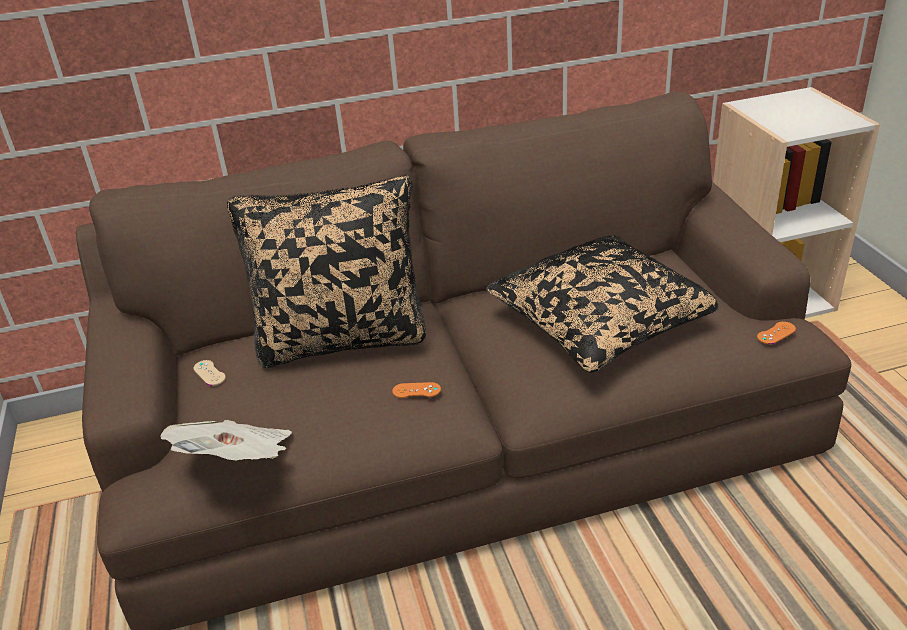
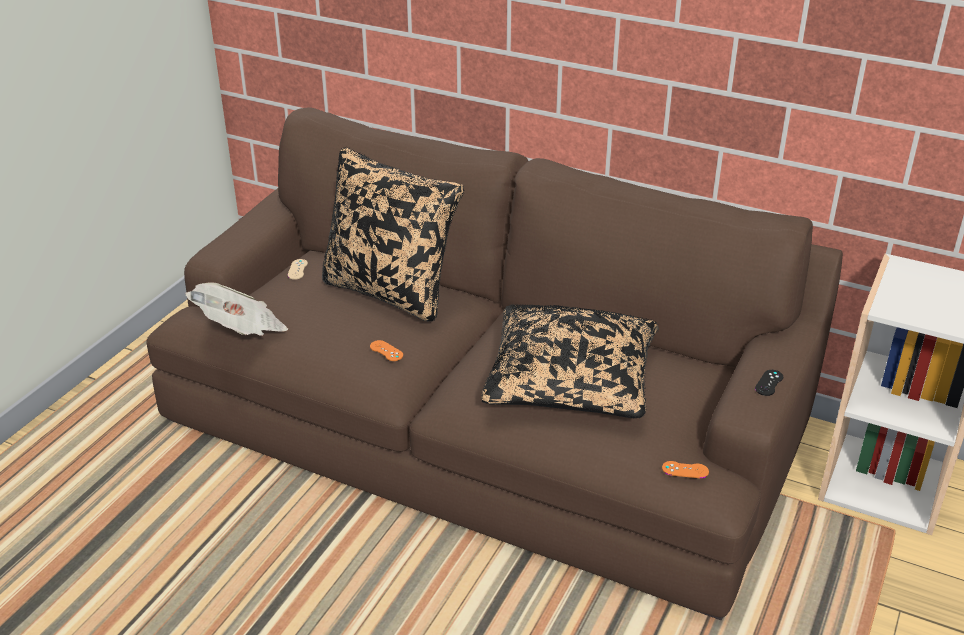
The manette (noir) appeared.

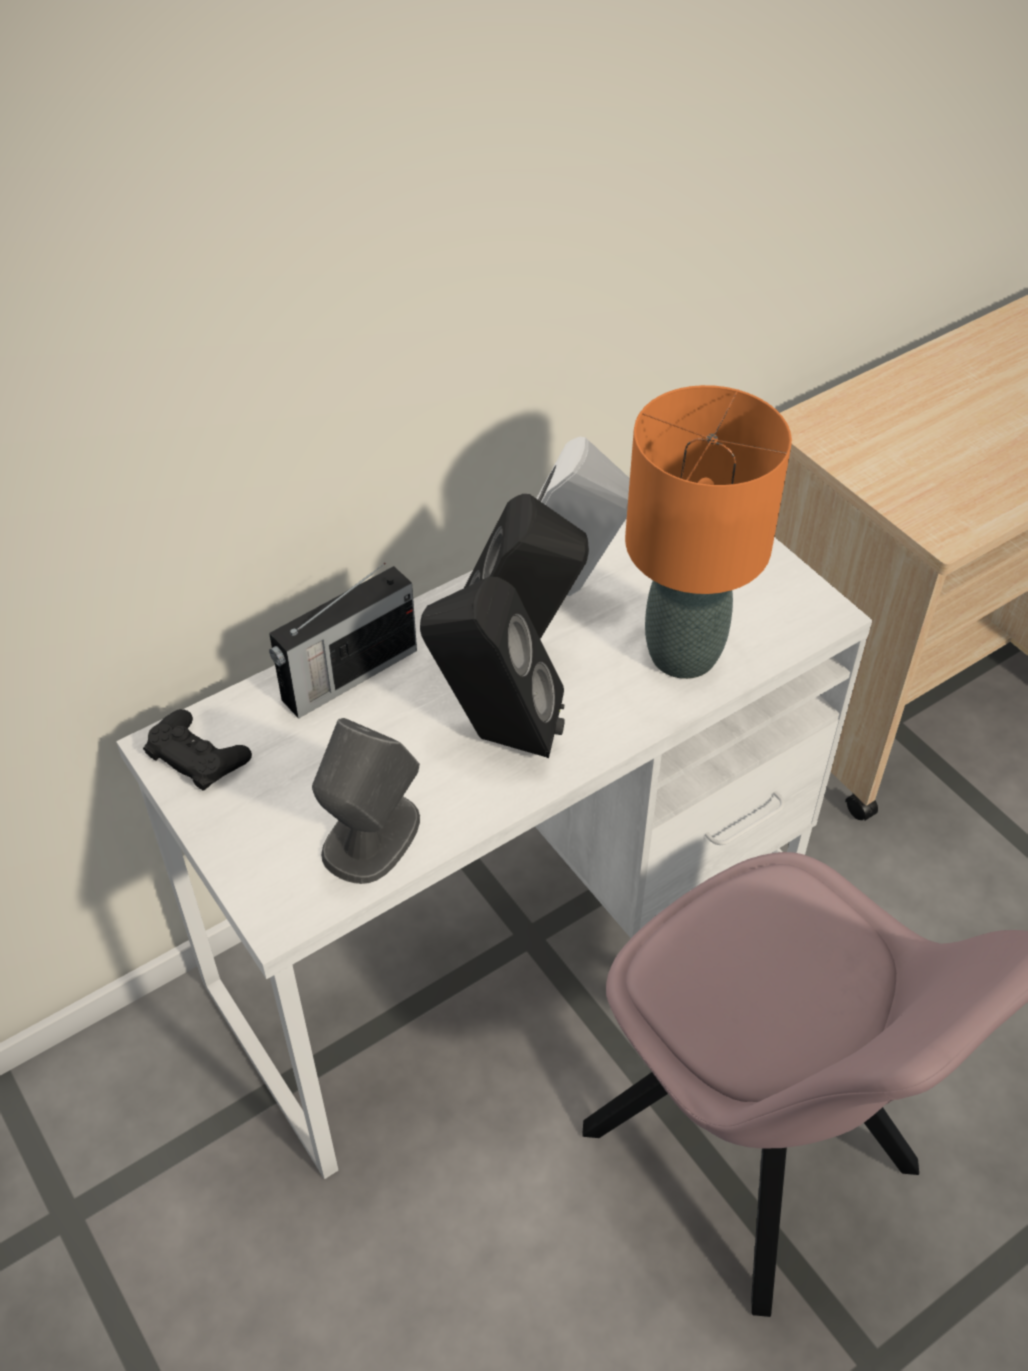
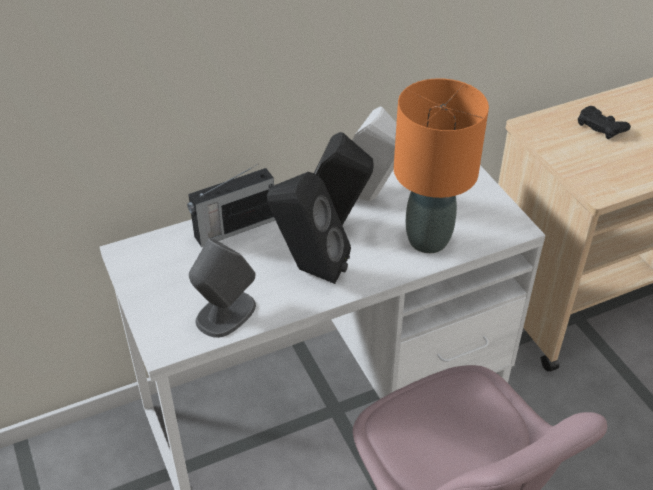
The manette (noir) moved.

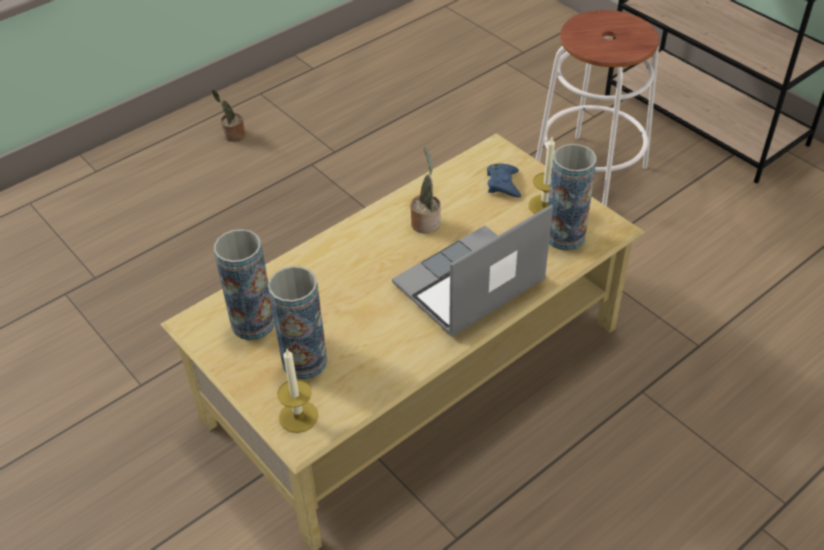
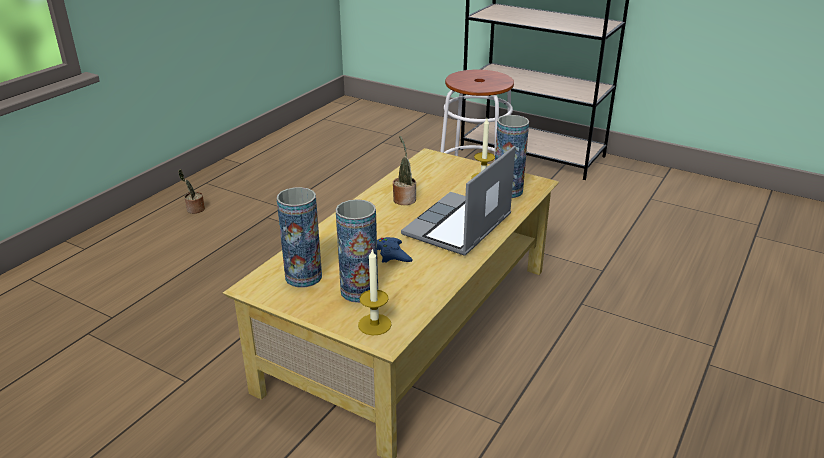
The manette (bleu) moved.

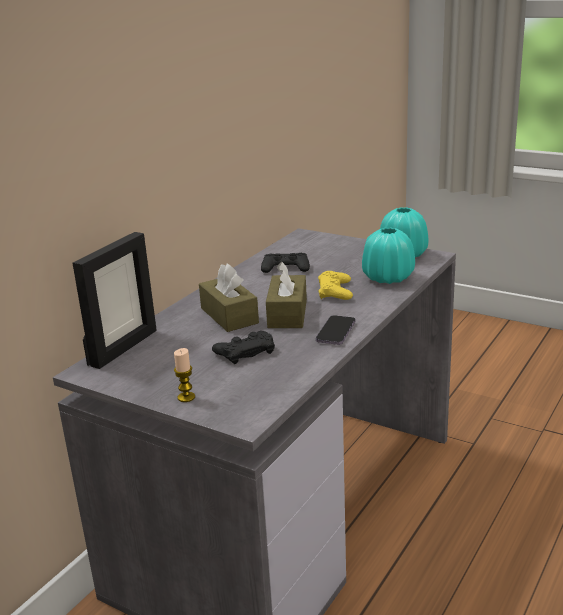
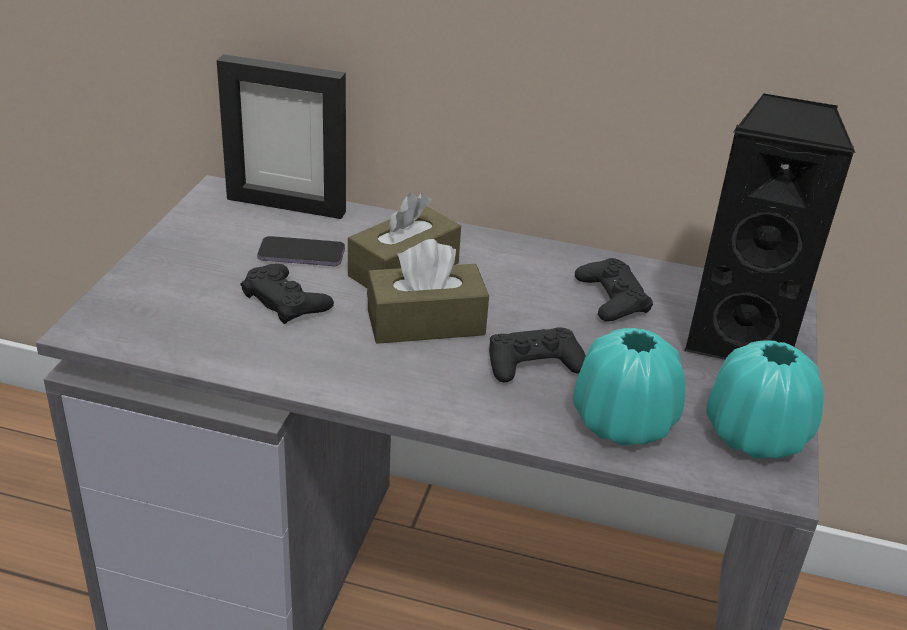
The manette (jaune) became the manette (noir) (2nd from left).
The téléphone moved.
The bougie disappeared.
The enceinte (noir) appeared.

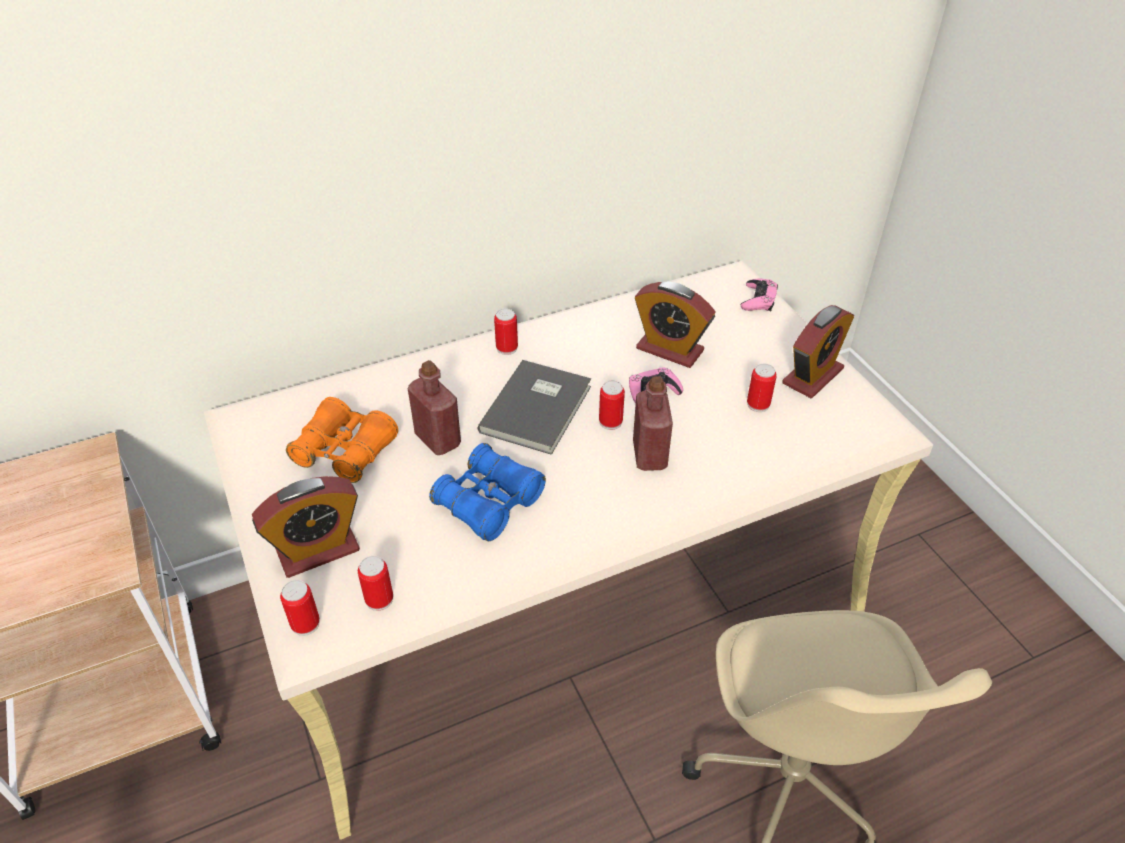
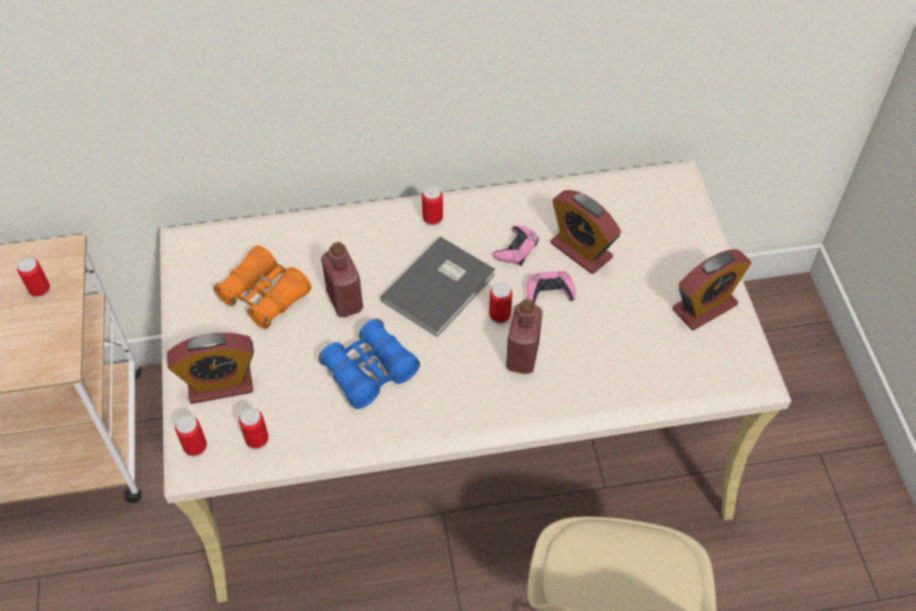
The manette (rose) (2nd from left in the first image) moved.
The boîte métallique (5th from left in the first image) moved.

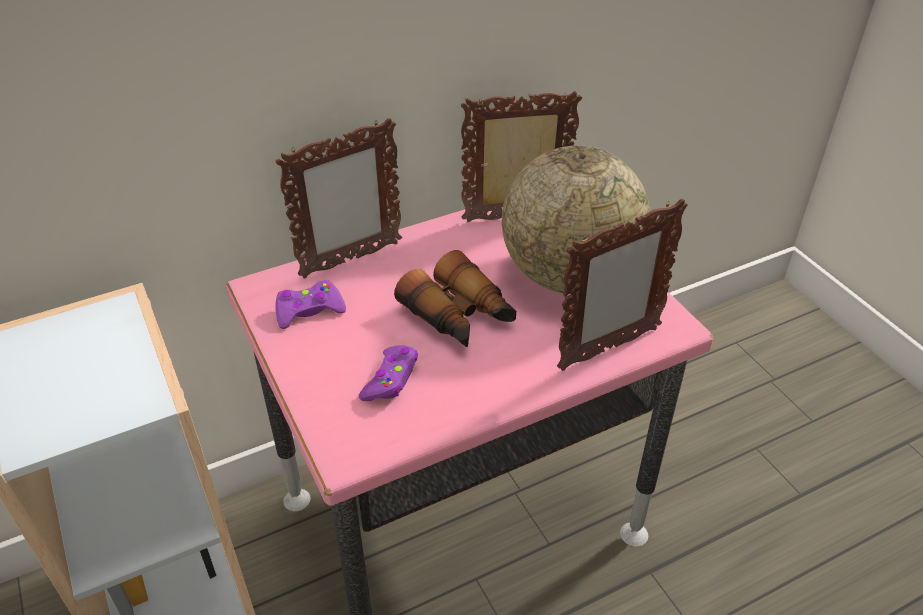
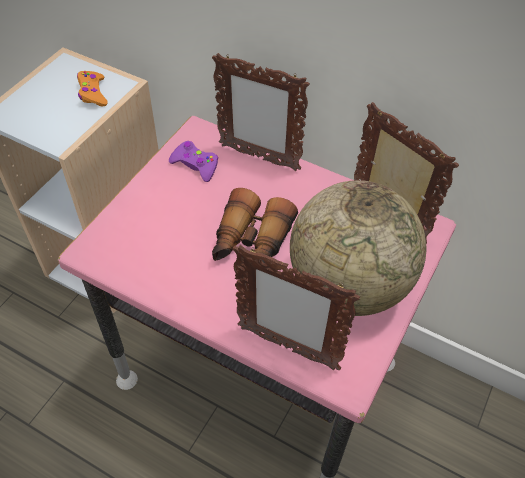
The manette (violet) (2nd from left) disappeared.
The manette (orange) appeared.

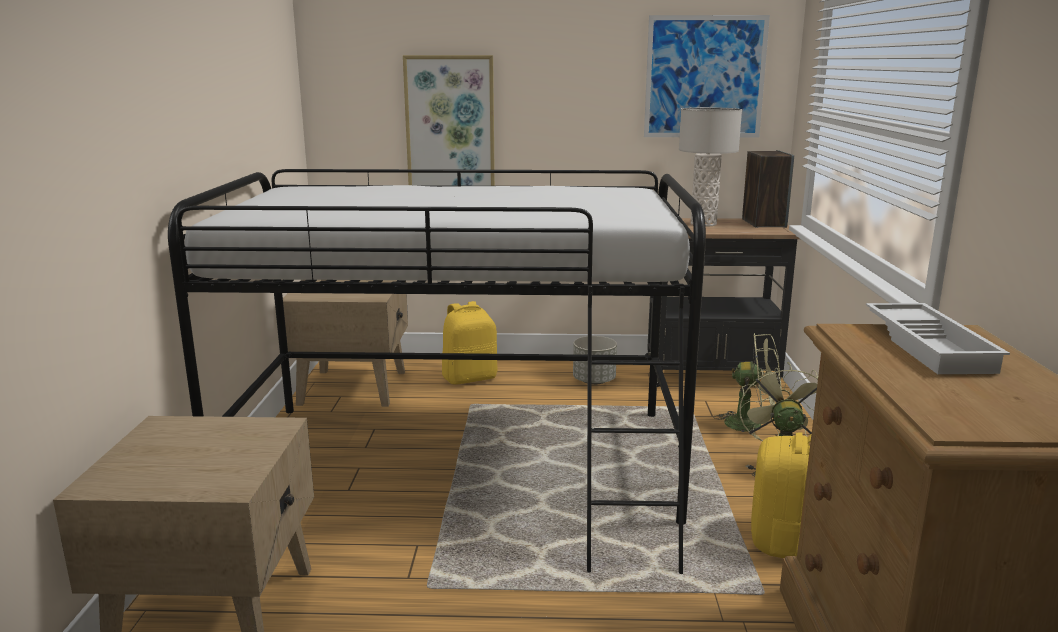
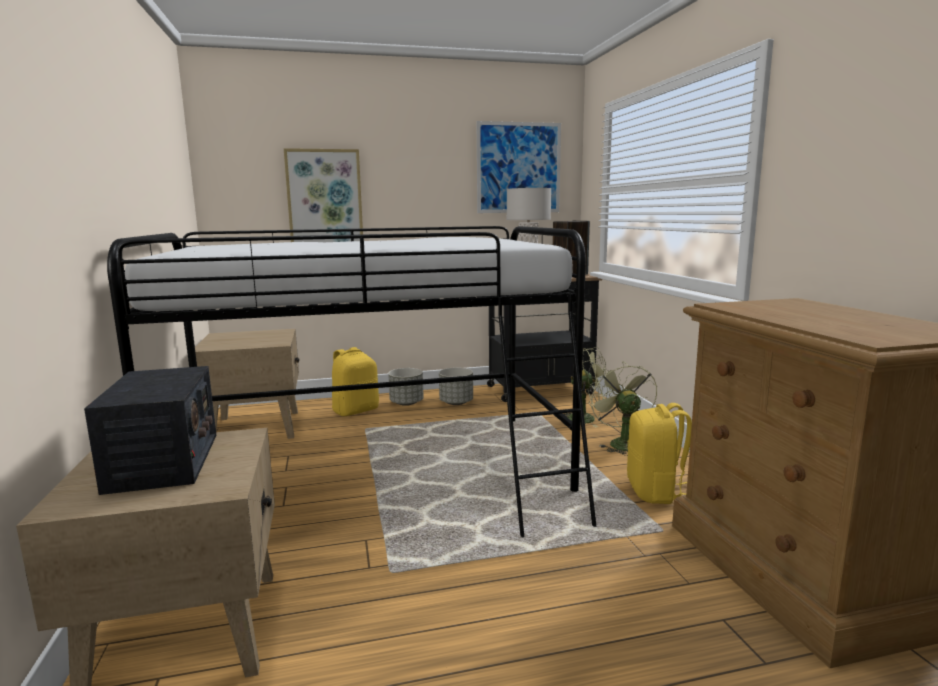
The plateau (blanc) disappeared.
The radio appeared.
The cache-pot (gris) (1st from left) appeared.

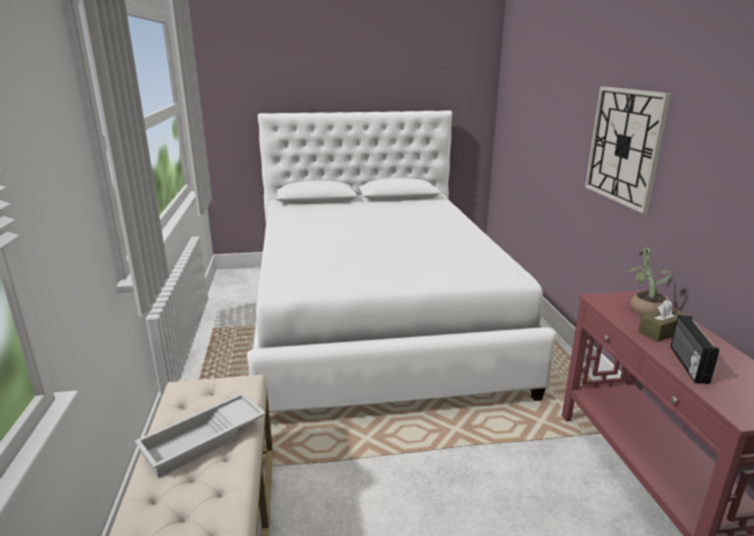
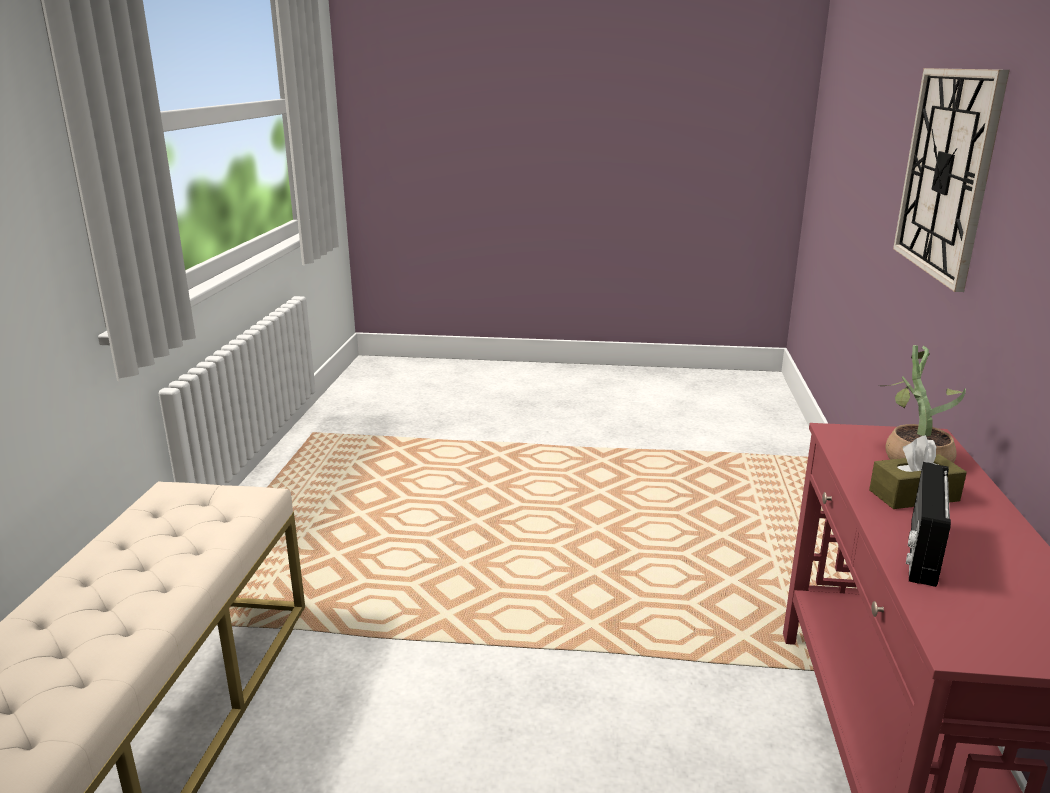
The lit (blanc) disappeared.
The plateau (blanc) disappeared.

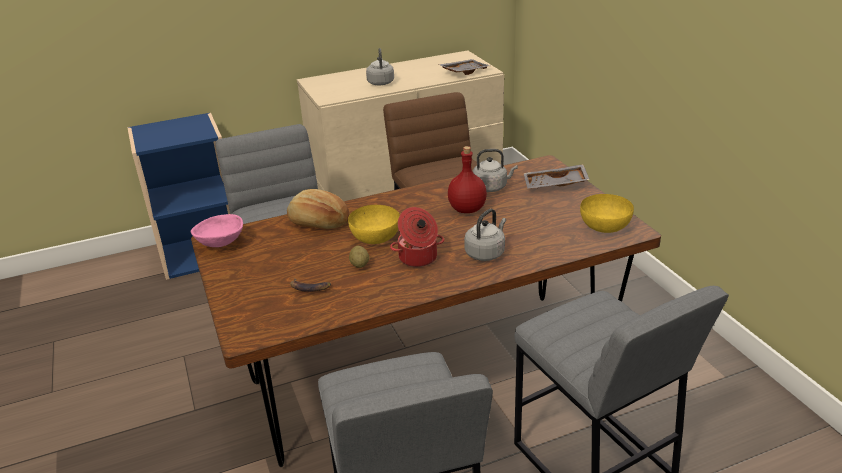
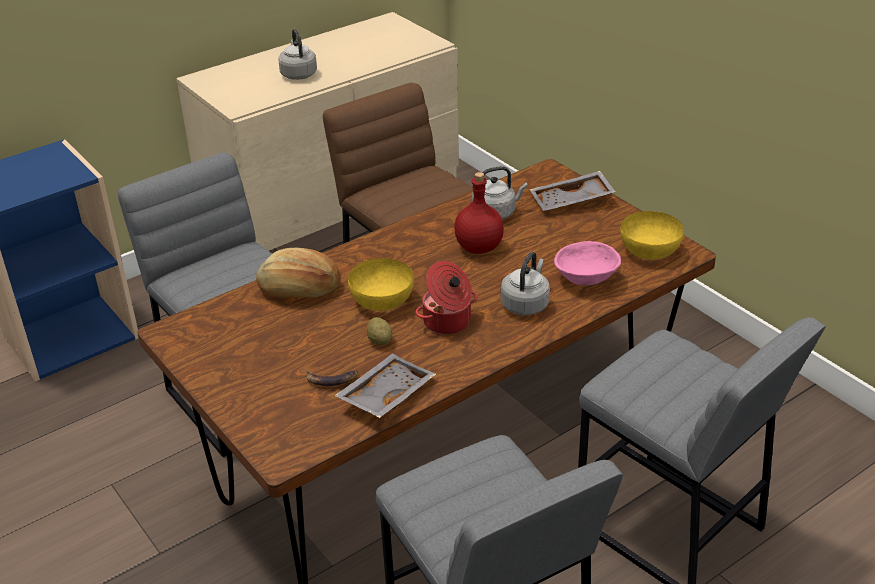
The plateau (gris) (1st from left) moved.
The bol (rose) moved.

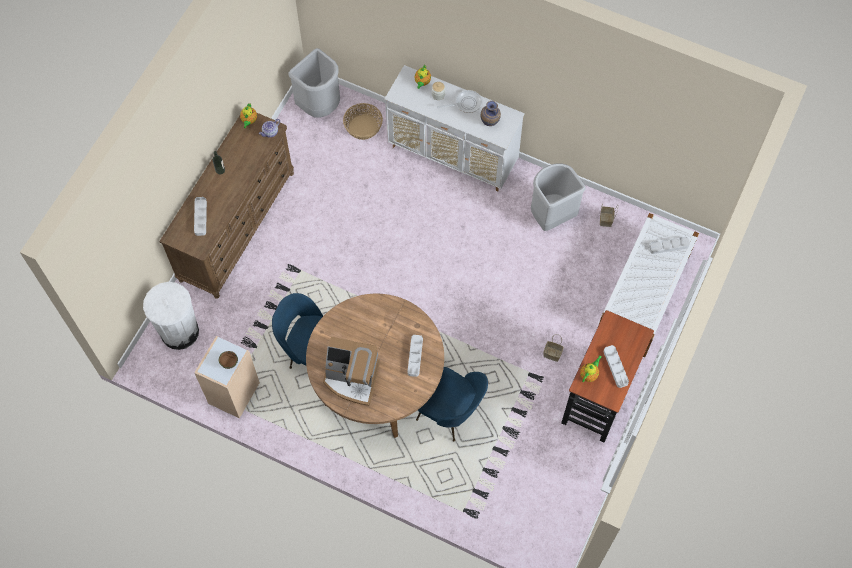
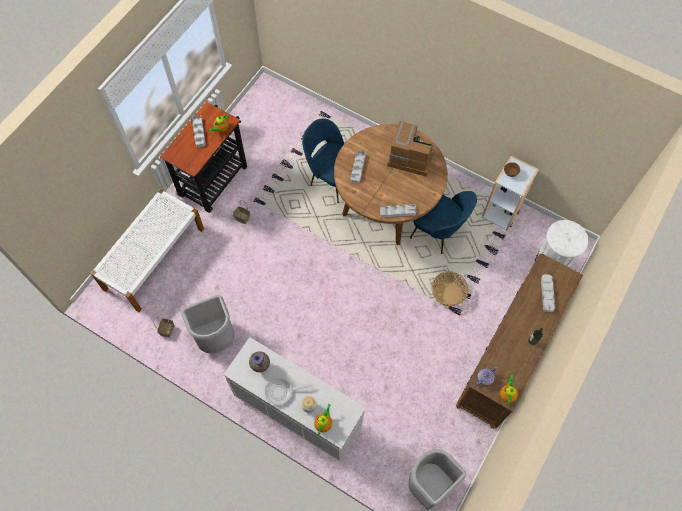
The panier (1st from left in the first image) moved.
The plateau (gris) (4th from left in the first image) moved.

